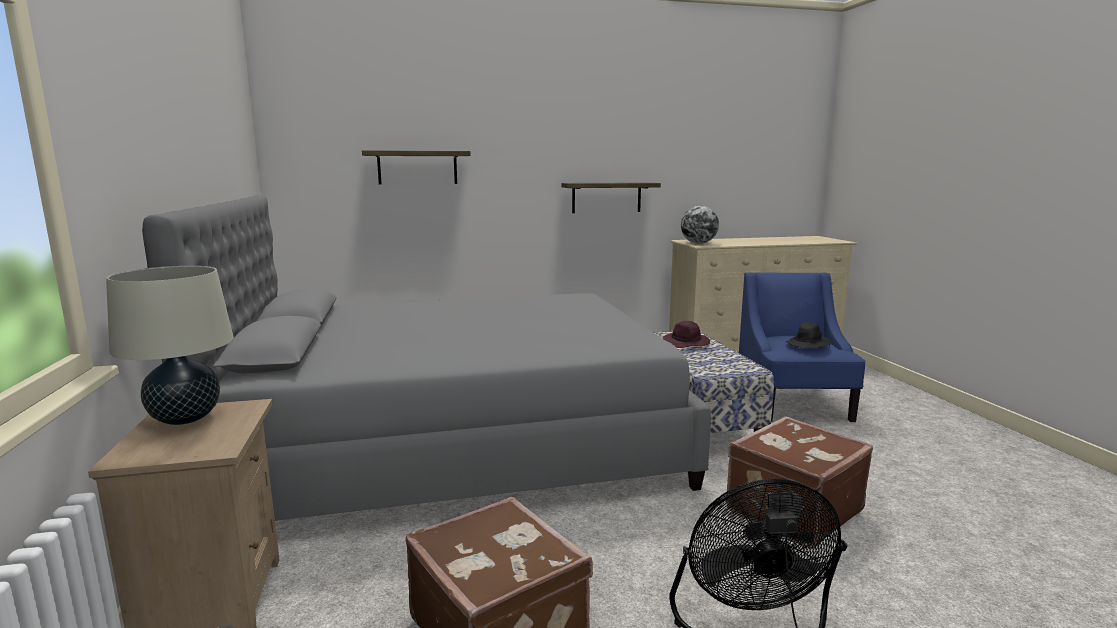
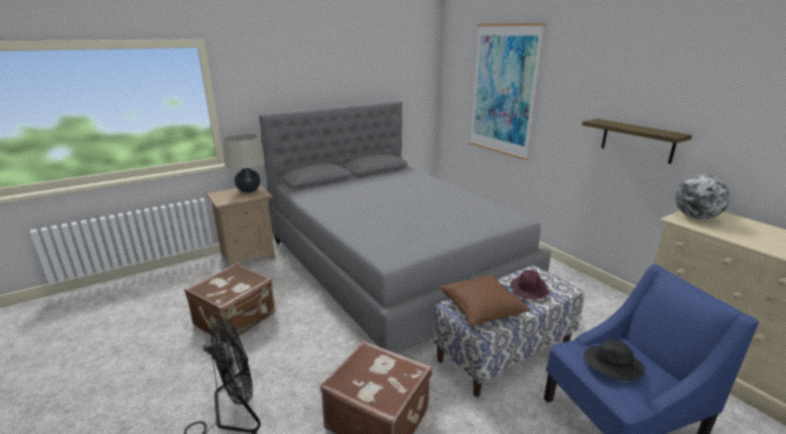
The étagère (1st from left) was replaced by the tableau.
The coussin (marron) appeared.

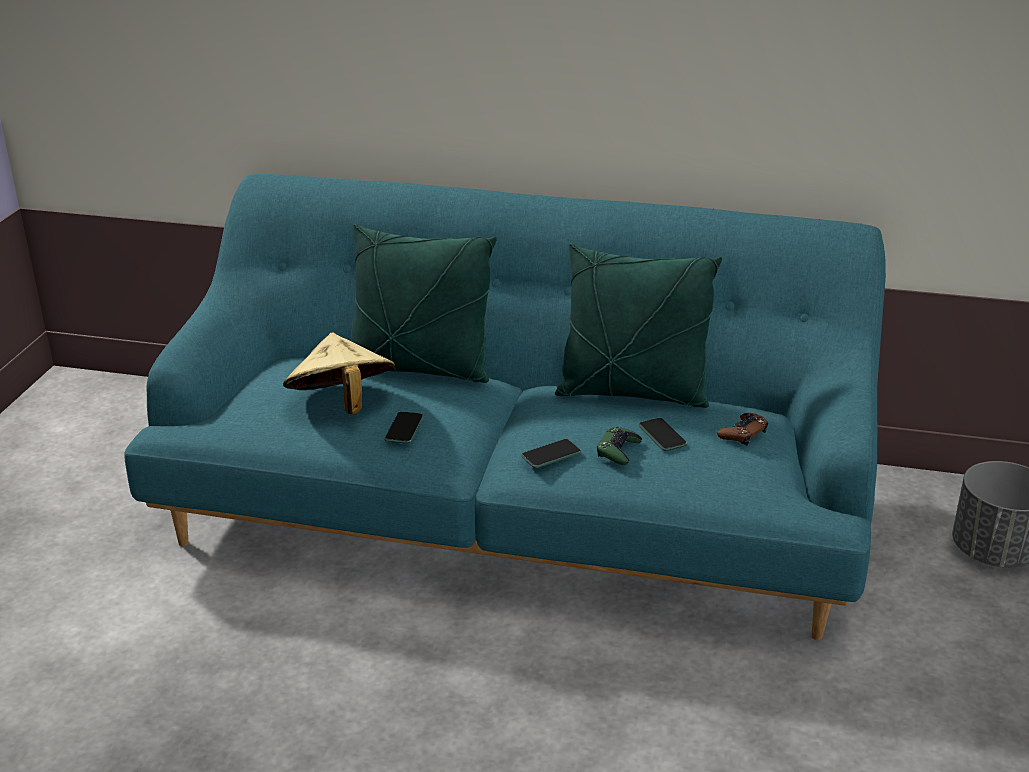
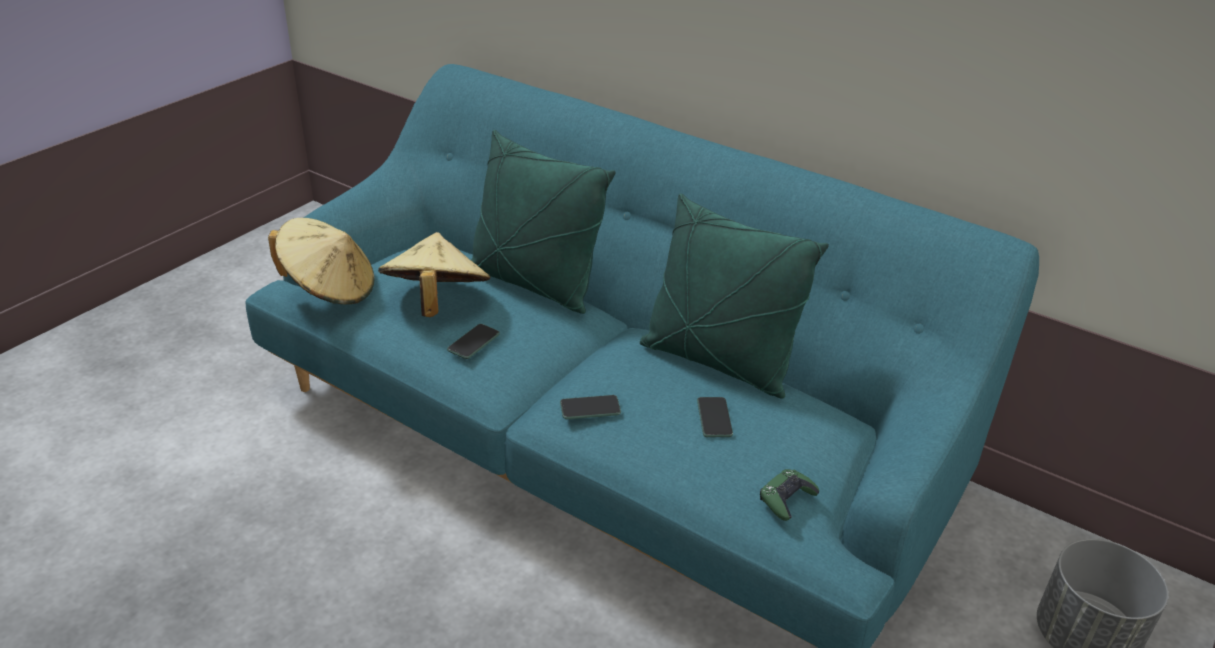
The manette (marron) disappeared.
The manette (vert) moved.
The chapeau (beige) (1st from left) appeared.

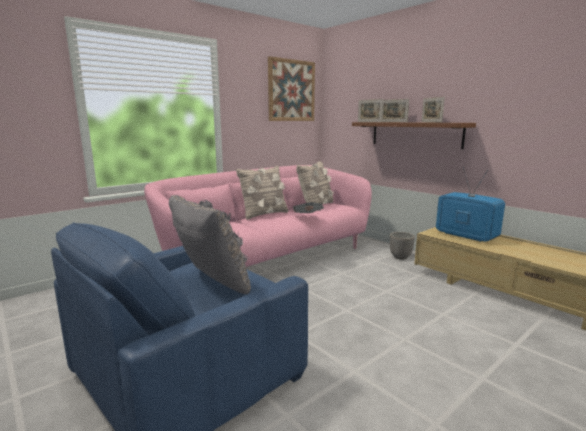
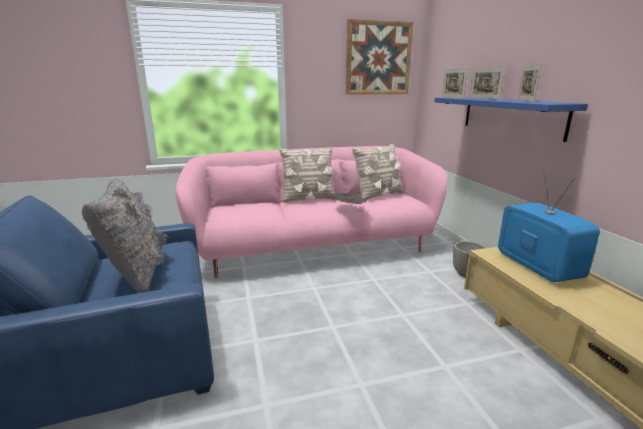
The étagère (marron) became the étagère (bleu).

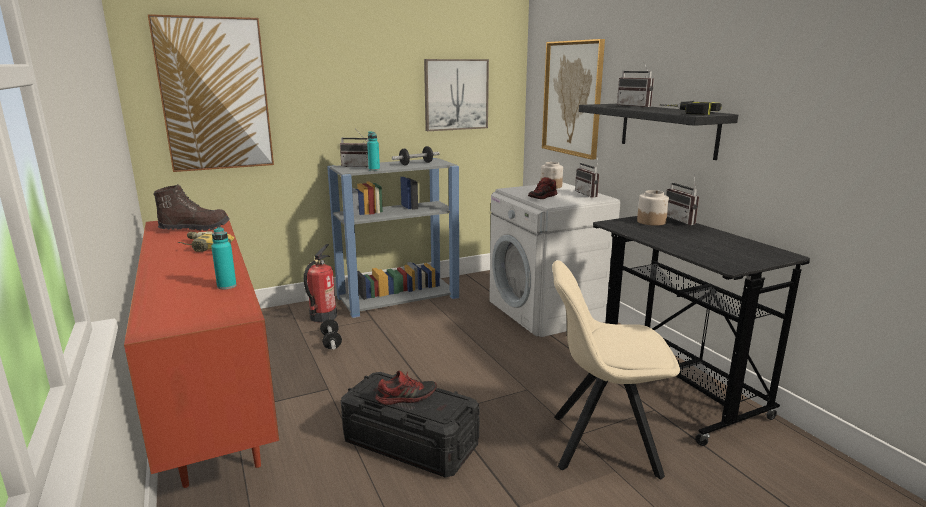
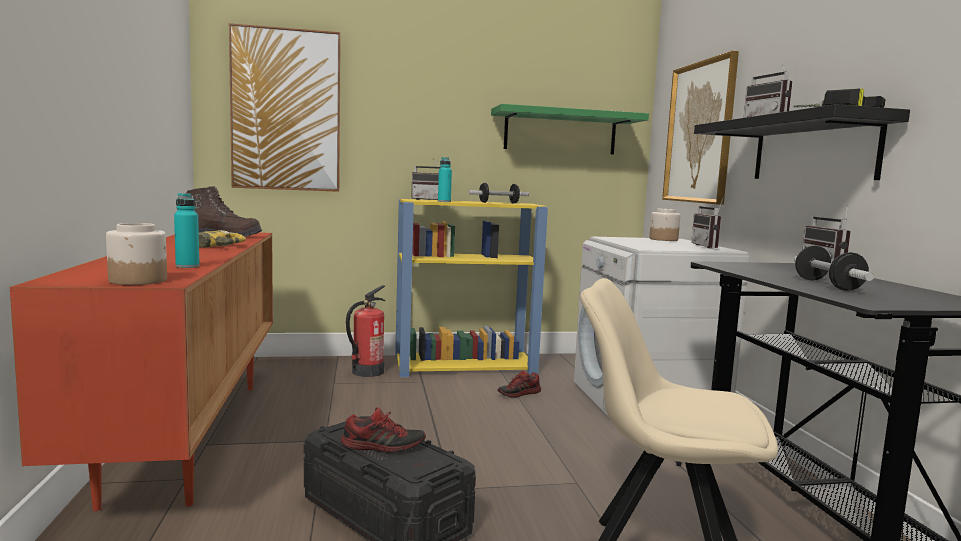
The tableau (2nd from left) was replaced by the étagère (vert).
The bibliothèque (gris) became the bibliothèque (jaune).
The chaussure (2nd from left) moved.
The bocal (2nd from left in the first image) moved.
The haltère (1st from left in the first image) moved.

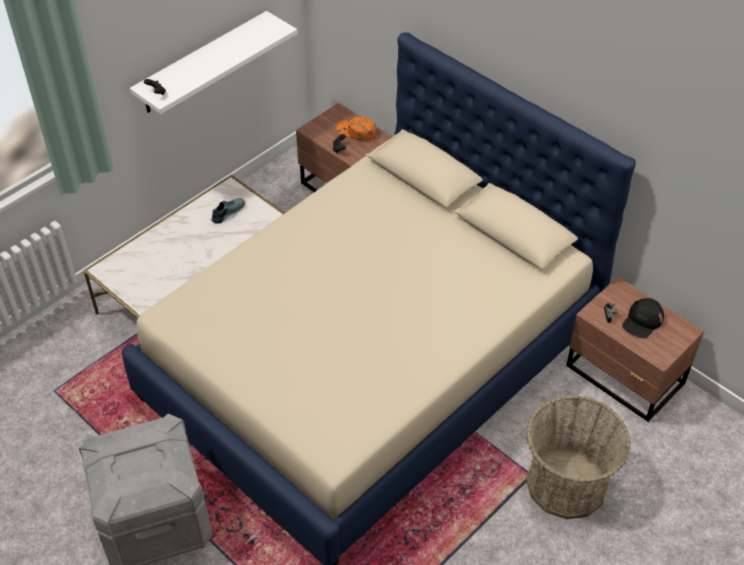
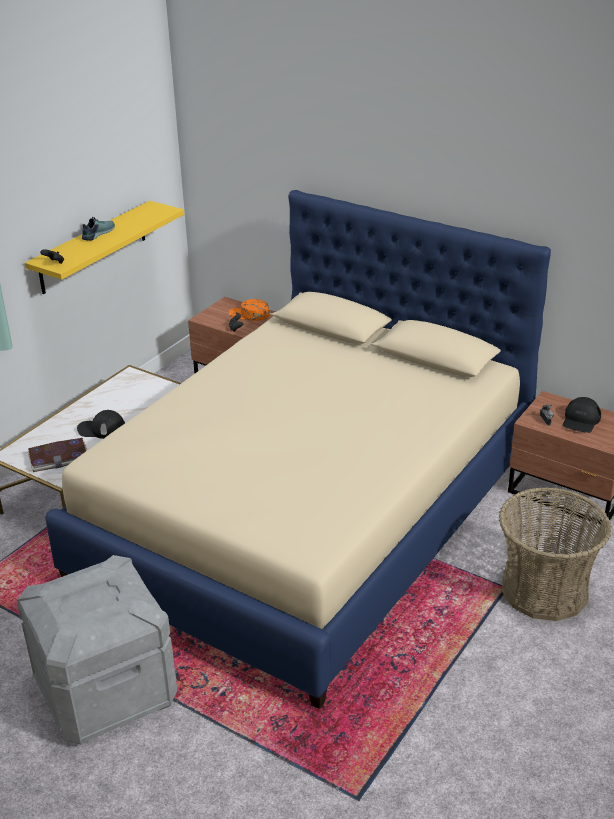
The étagère (blanc) became the étagère (jaune).
The chaussure moved.
The casquette (noir) (1st from left) appeared.
The livre appeared.

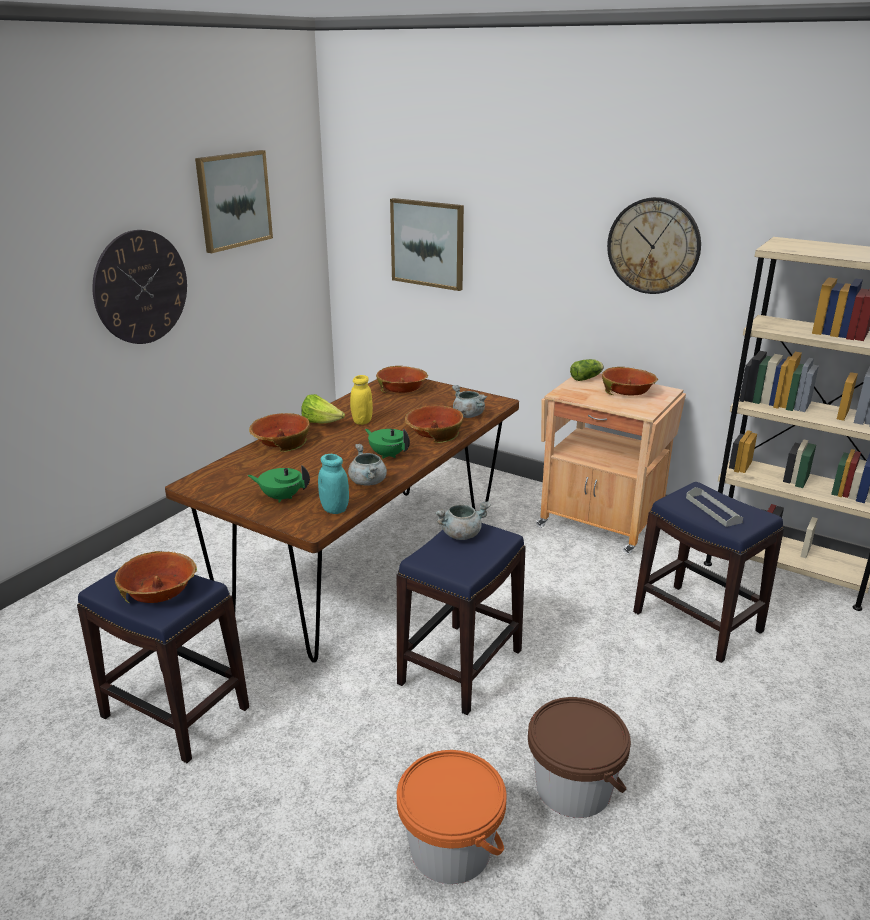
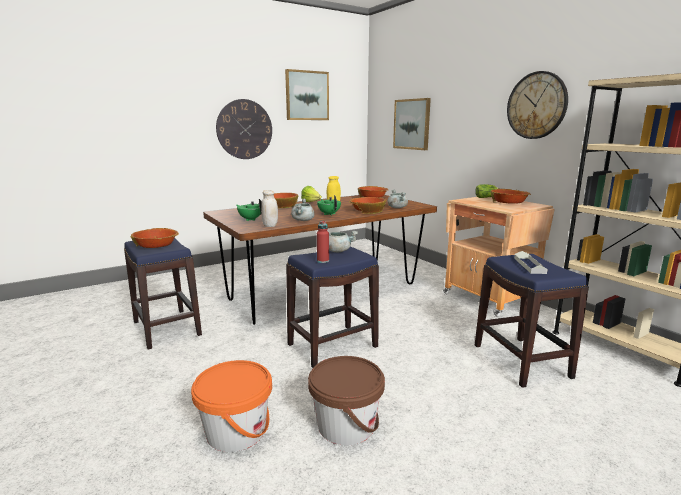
The bocal (turquoise) became the bocal (blanc).
The bouteille (rouge) appeared.

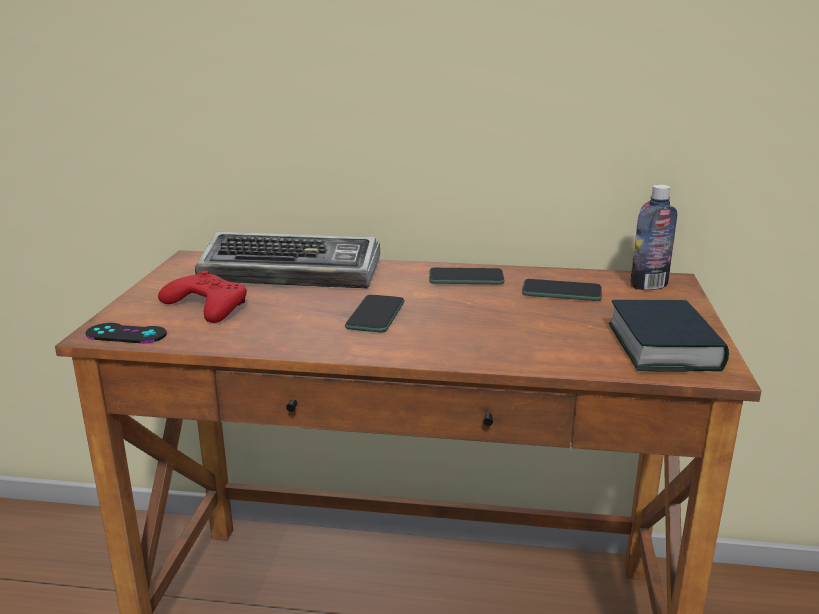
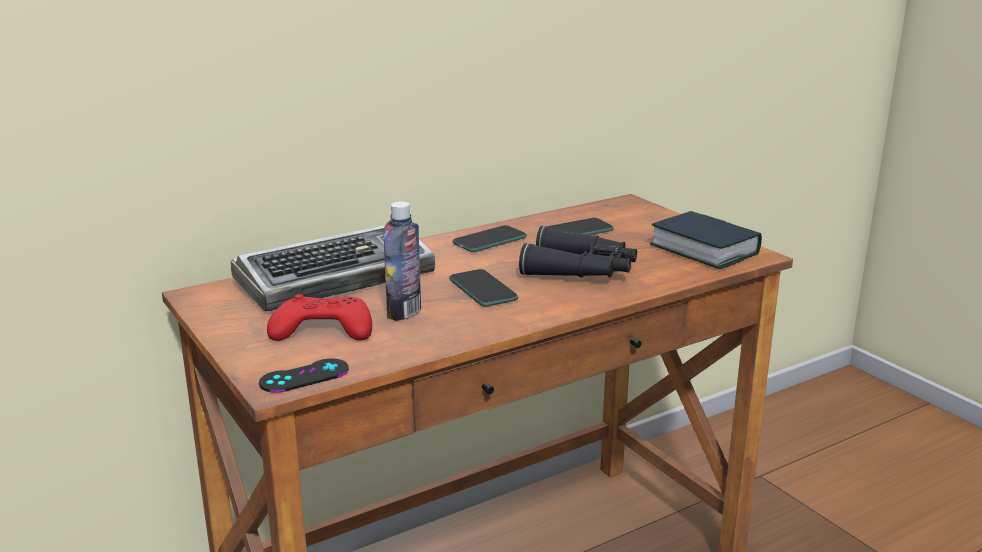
The bouteille moved.
The jumelles (noir) appeared.

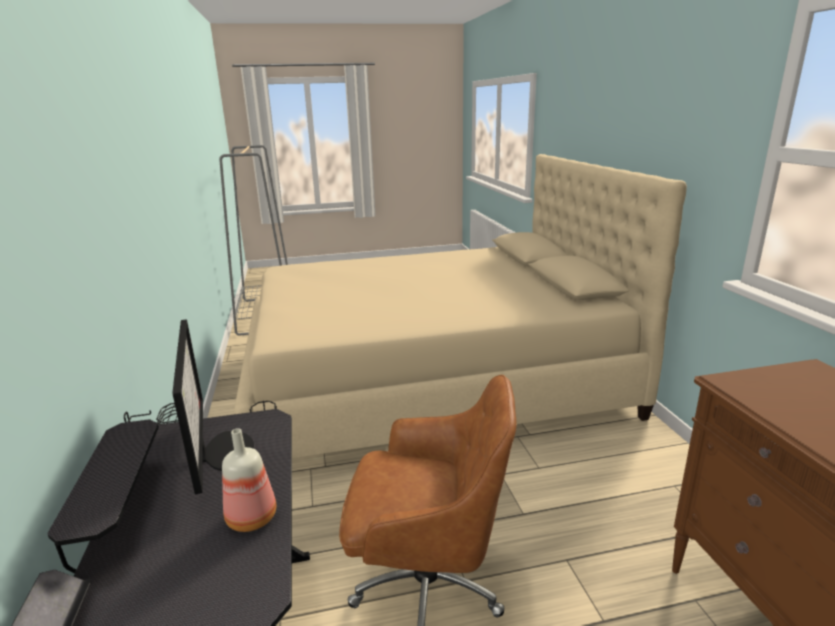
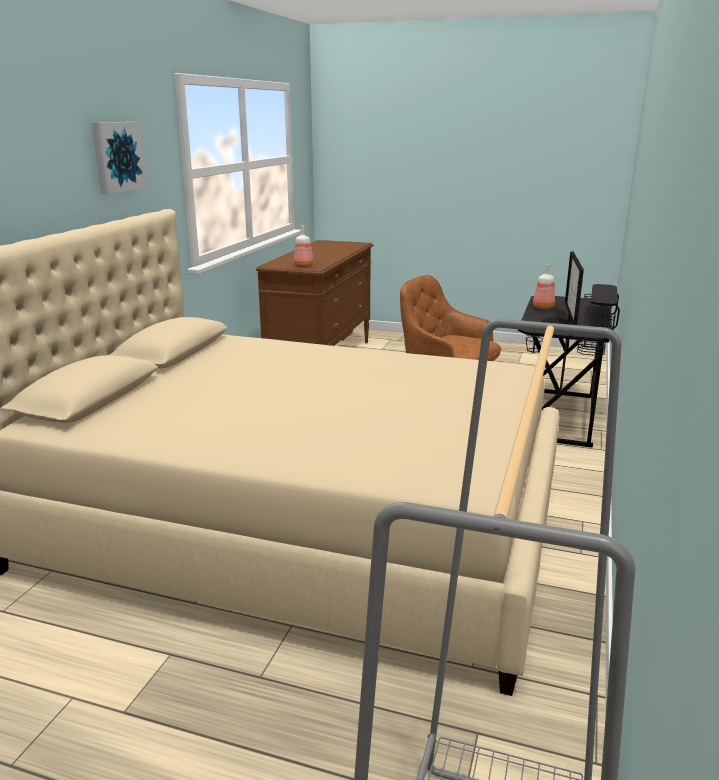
The tableau appeared.
The bouteille (1st from left) appeared.

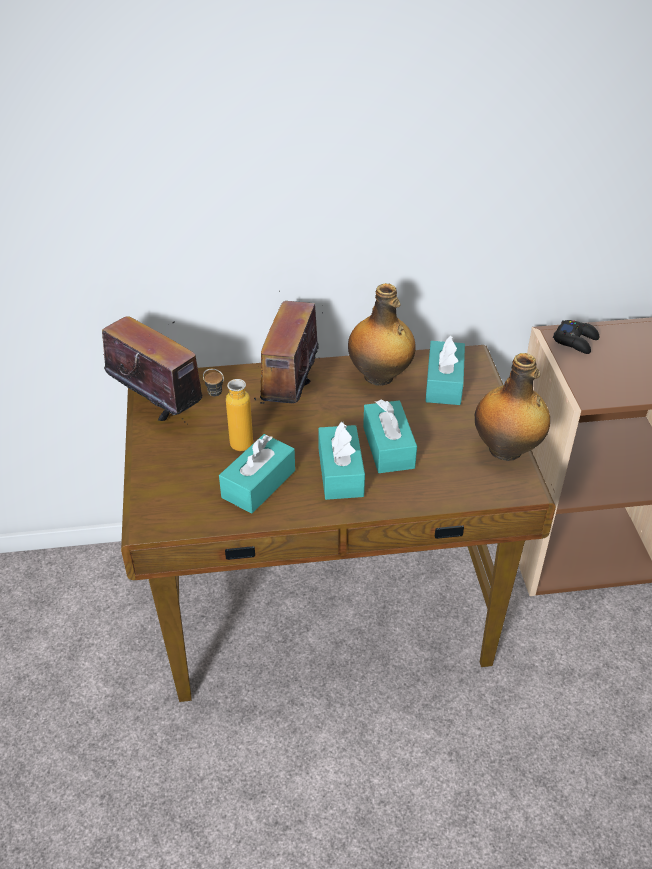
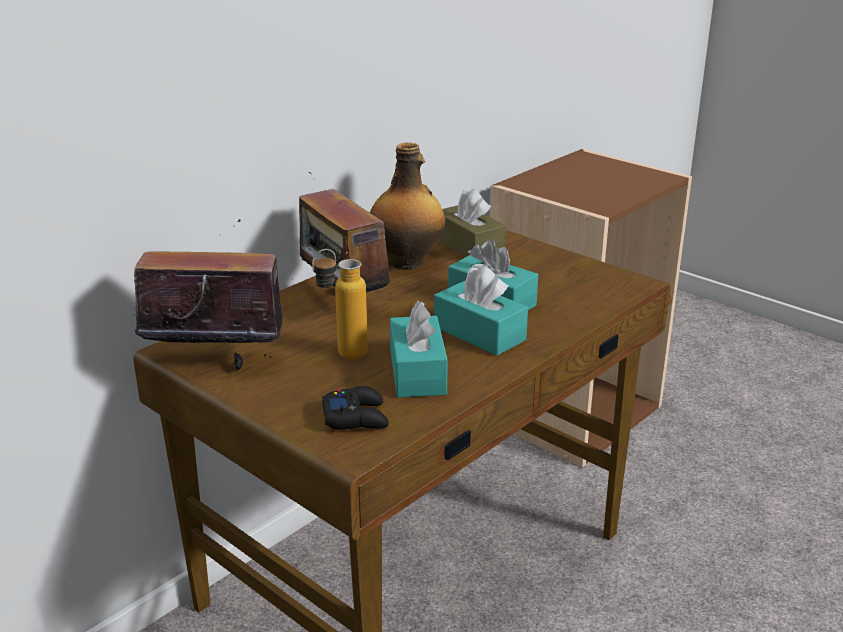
The manette (noir) moved.
The boîte à mouchoirs (turquoise) (4th from left) became the boîte à mouchoirs (marron).
The bouteille (3rd from left) disappeared.

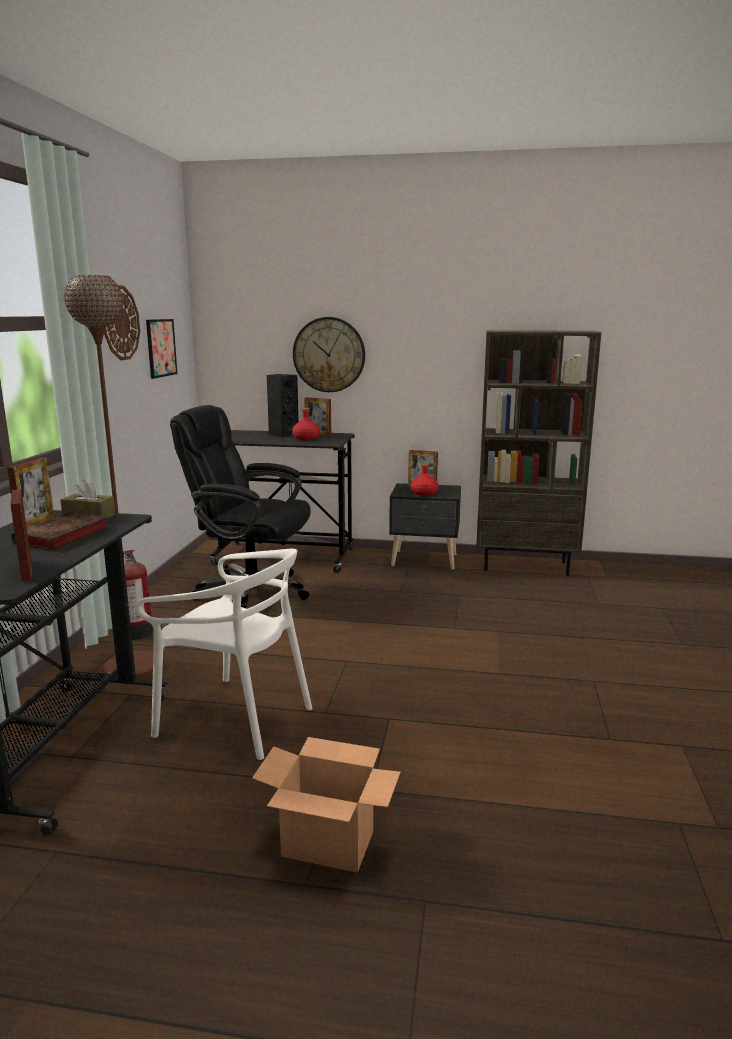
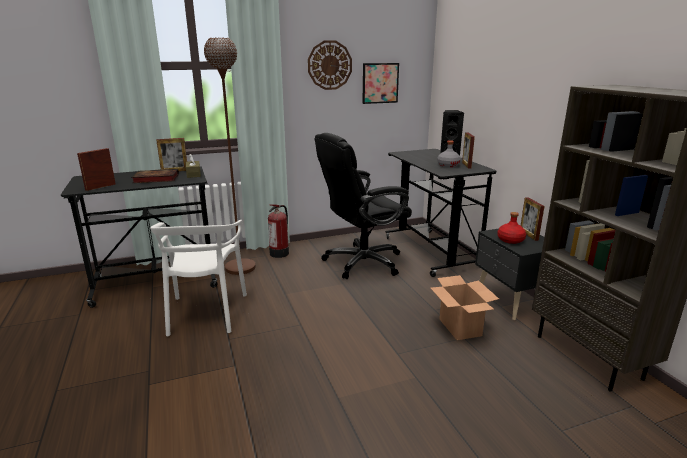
The horloge murale (2nd from left) disappeared.
The chaise de bureau (noir) turned 105 degrees counterclockwise.
The bouteille (rouge) (1st from left) became the bouteille (gris).
The carton moved.

